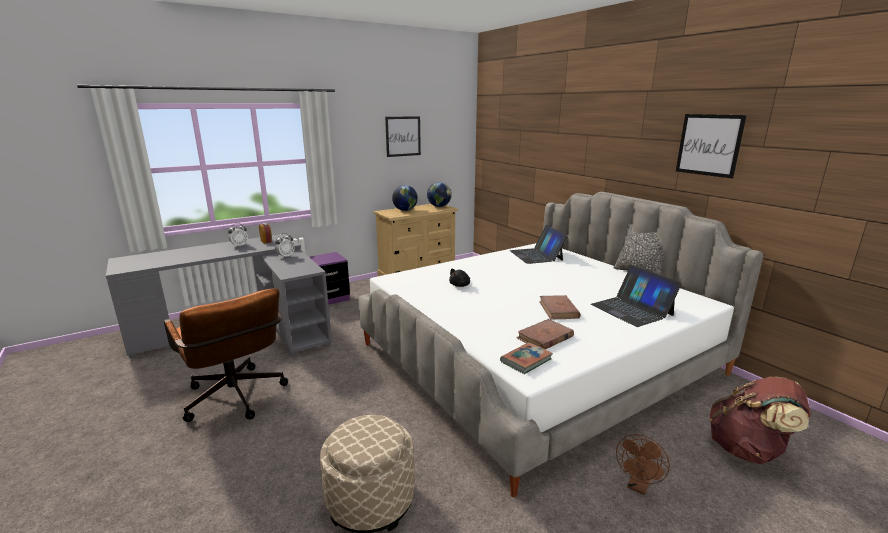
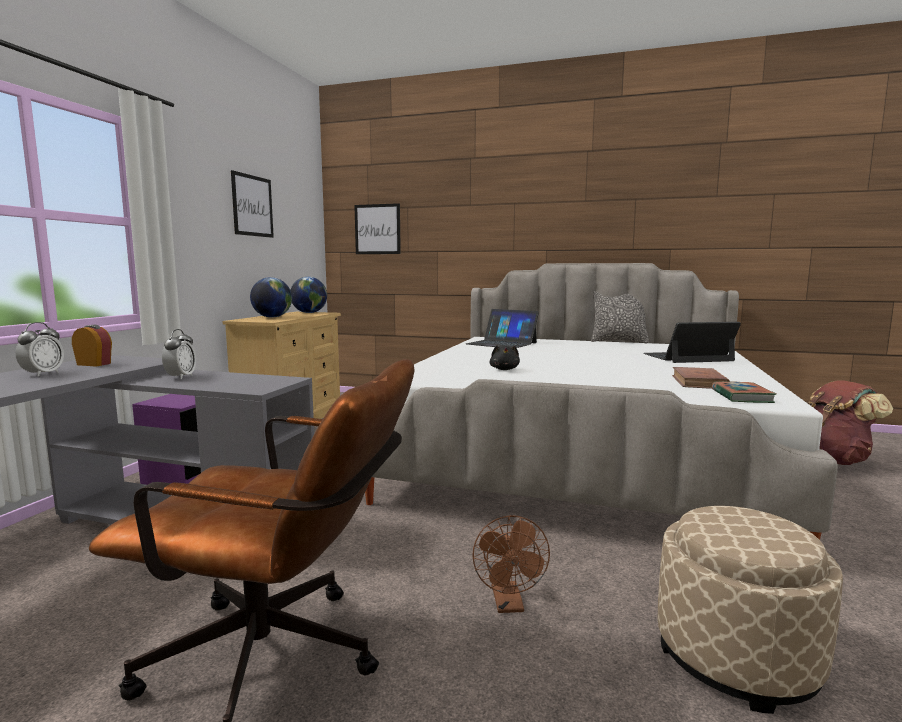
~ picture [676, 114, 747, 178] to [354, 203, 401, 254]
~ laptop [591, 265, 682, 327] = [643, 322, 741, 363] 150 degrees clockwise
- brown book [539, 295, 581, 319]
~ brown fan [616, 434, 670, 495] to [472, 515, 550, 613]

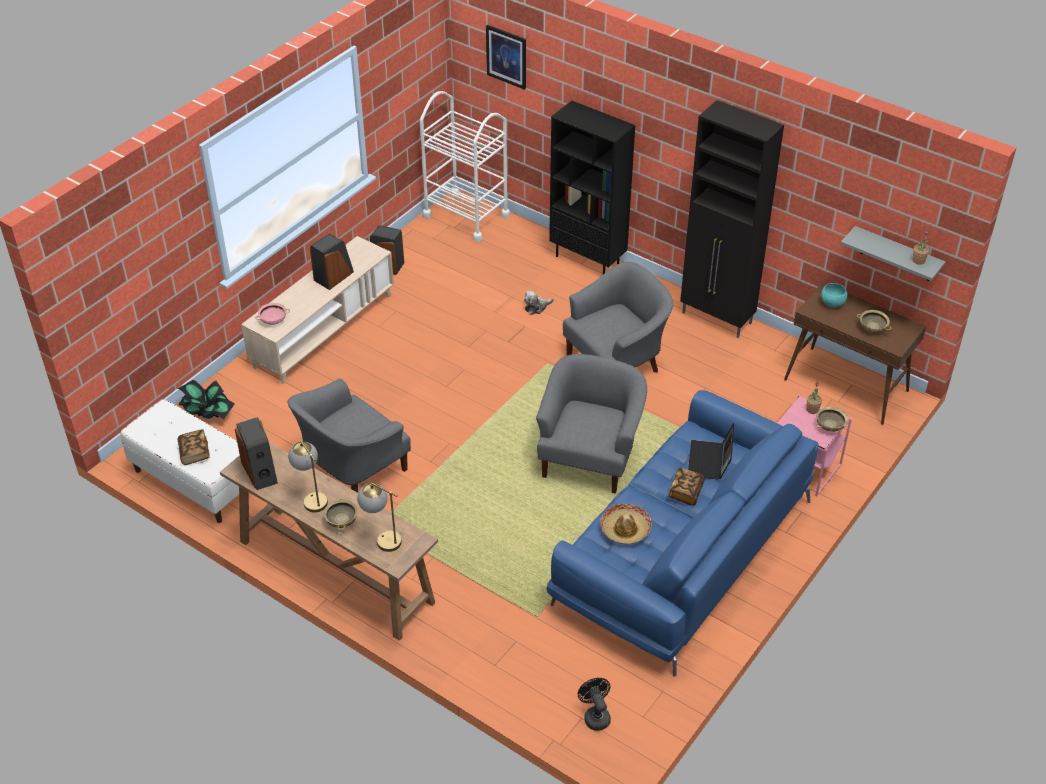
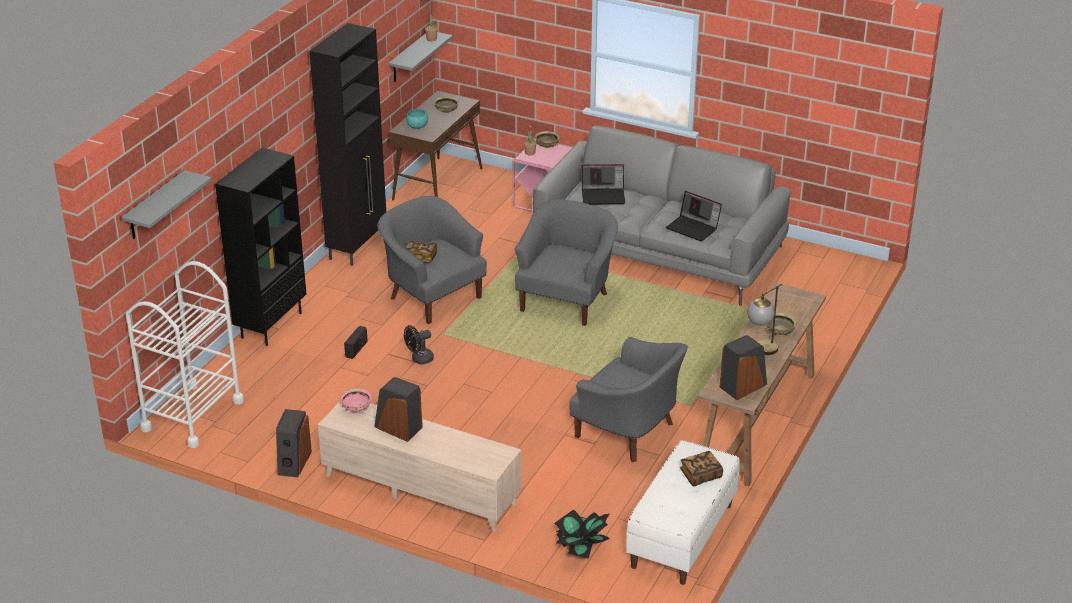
~ picture [486, 25, 526, 90] to grey shelf [121, 170, 212, 239]
~ plush toy [524, 291, 554, 315] to radio [344, 326, 368, 359]
~ pink bowl [255, 303, 290, 325] to [340, 388, 372, 412]
~ grey armchair [536, 354, 647, 494] = [515, 199, 618, 326] 105 degrees clockwise
~ blue sofa [547, 390, 818, 677] to grey sofa [533, 126, 791, 306]
~ book [668, 467, 705, 506] to [405, 241, 437, 262]
- table lamp [357, 482, 402, 552]
~ hat [600, 504, 652, 544] to laptop [666, 191, 722, 241]
~ black fan [578, 678, 611, 731] to [404, 325, 434, 364]

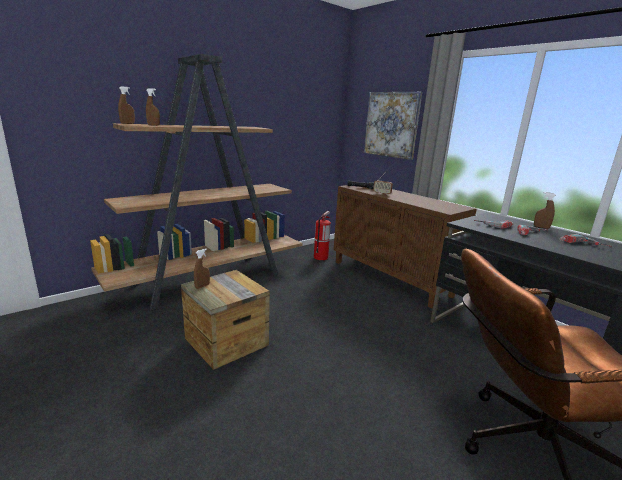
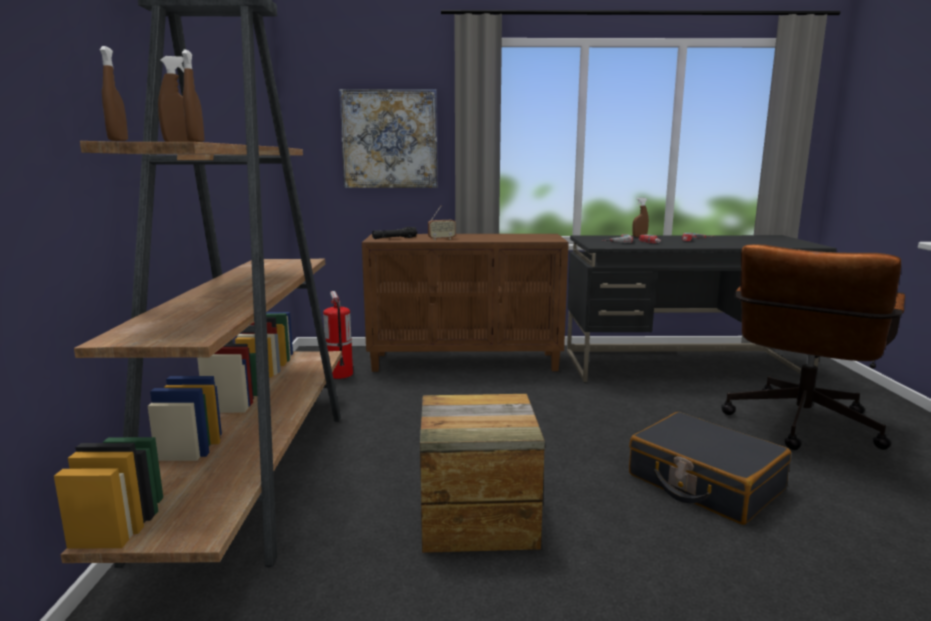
~ brown spray bottle [194, 249, 210, 289] to [182, 50, 204, 142]
+ black suitcase [629, 412, 791, 525]

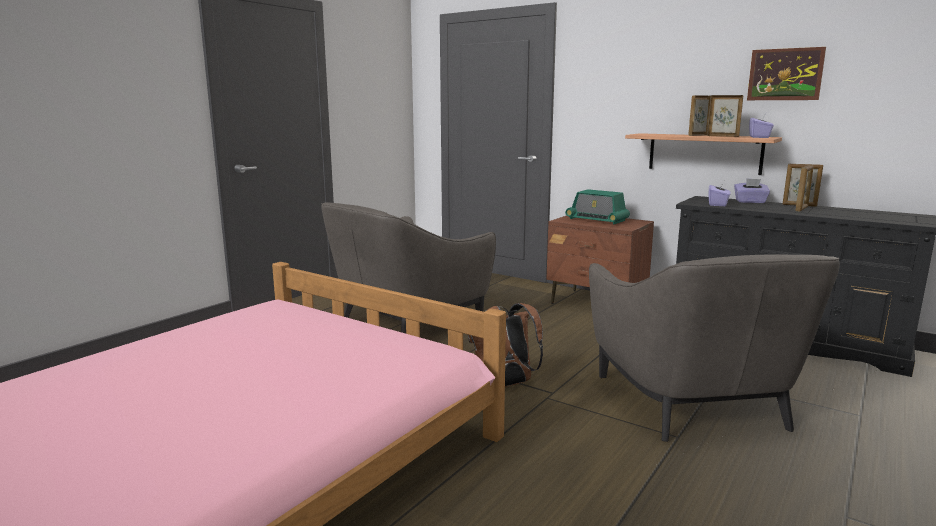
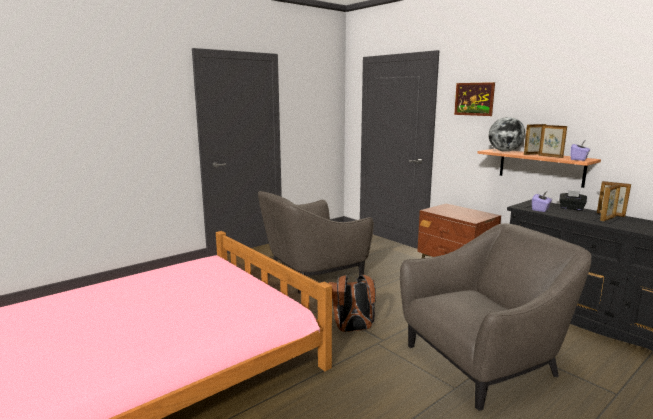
~ picture [747, 47, 826, 100] to [454, 82, 495, 116]
~ purple tissue box [734, 179, 770, 203] to black tissue box [559, 190, 587, 210]
- radio [565, 189, 630, 225]
~ grey armchair [589, 255, 840, 442] = [400, 223, 592, 411] 120 degrees counterclockwise
+ globe [489, 117, 525, 152]

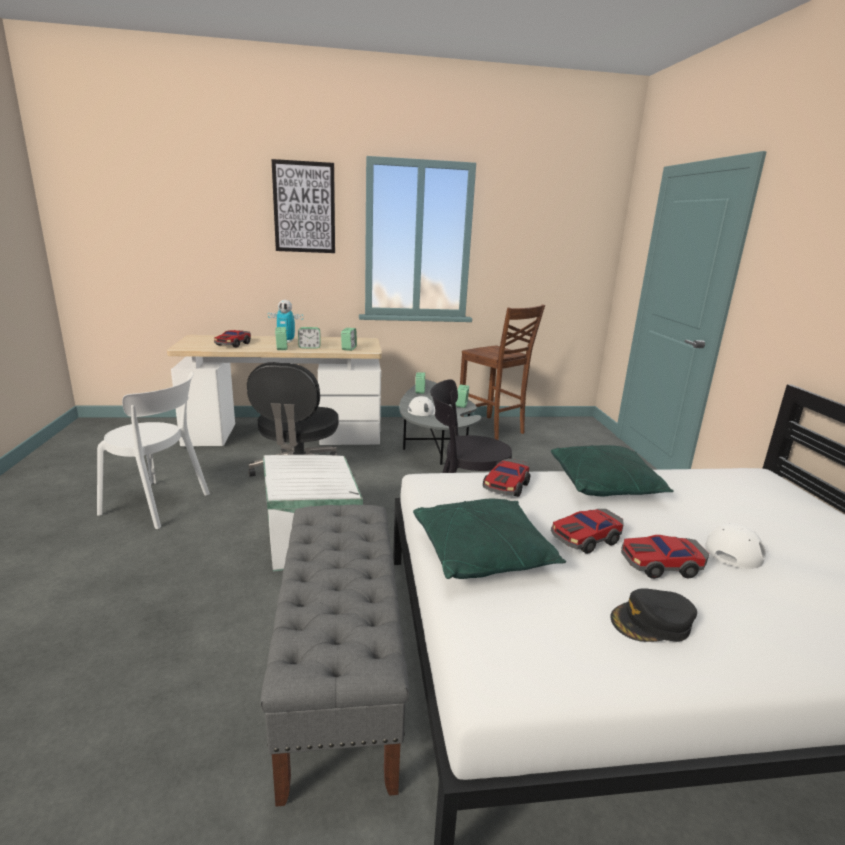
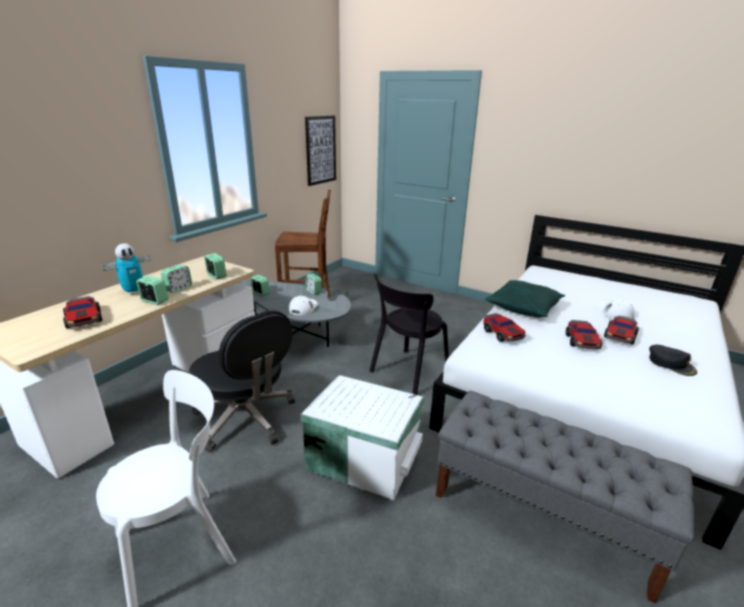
~ picture [271, 159, 335, 253] to [305, 116, 336, 186]
- green pillow [413, 499, 566, 579]
~ black cap [611, 588, 697, 642] = [649, 345, 697, 376] 60 degrees counterclockwise

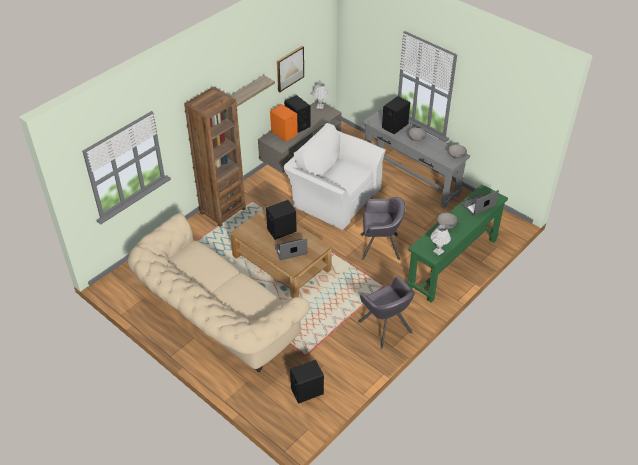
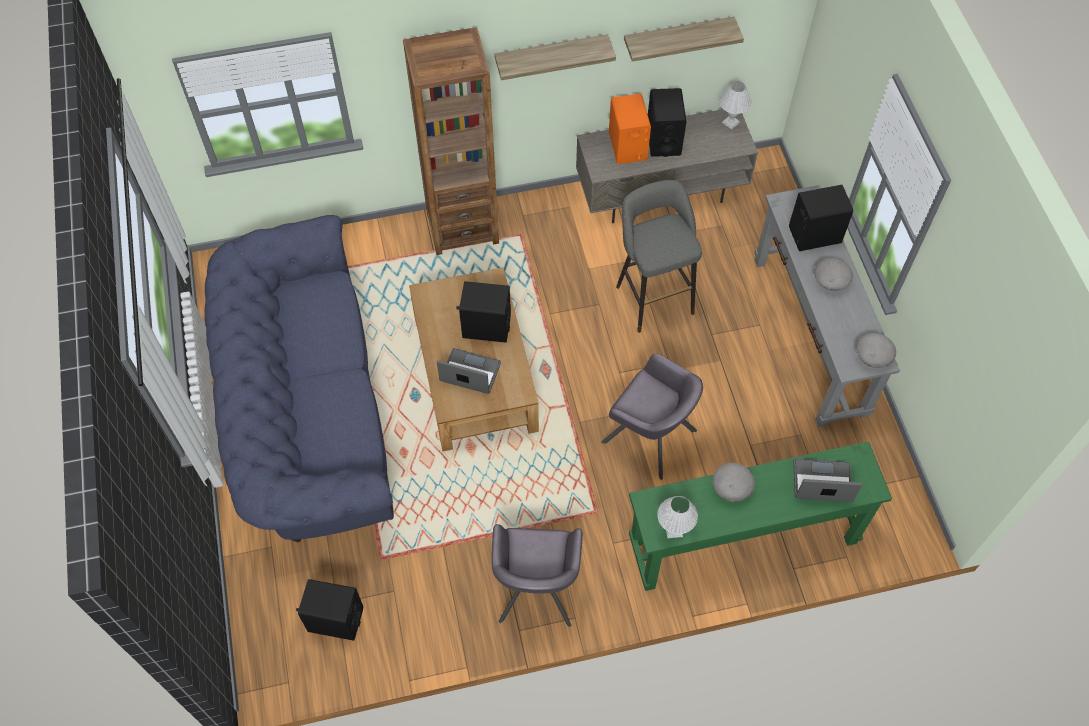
~ picture [277, 46, 304, 92] to shelf [624, 17, 744, 62]
~ white armchair [284, 123, 386, 230] to grey stool [616, 180, 702, 333]
~ beige sofa [127, 213, 310, 372] to blue sofa [205, 215, 394, 542]

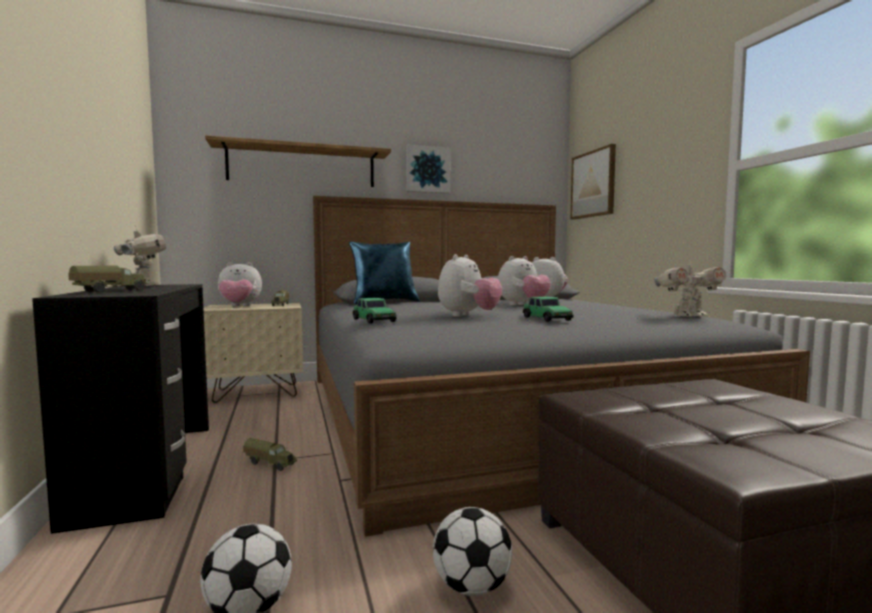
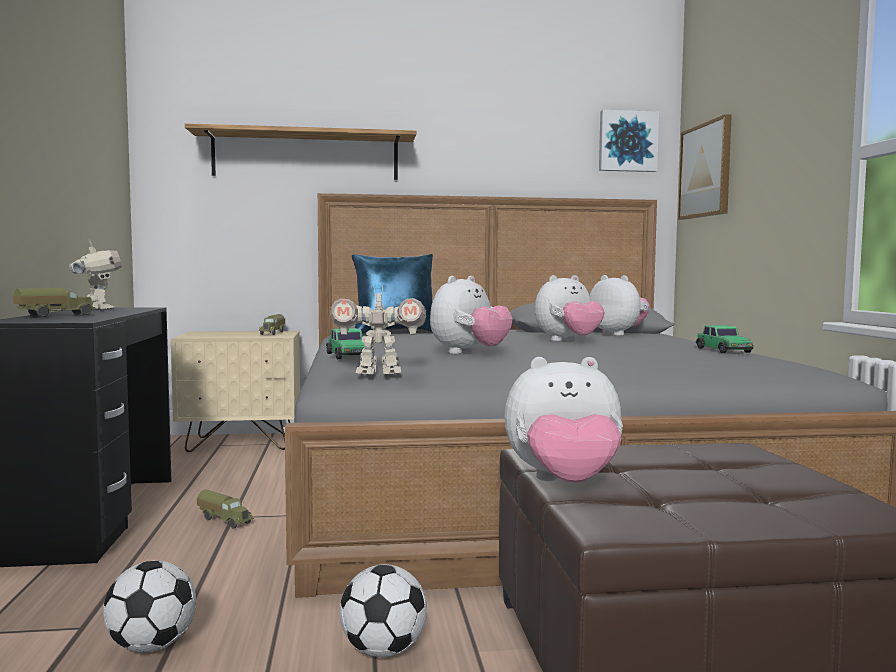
~ picture [406, 145, 450, 193] to [599, 110, 659, 172]
~ toy robot [654, 260, 727, 317] to [330, 284, 426, 374]
~ plush toy [218, 262, 262, 306] to [504, 357, 623, 483]
~ toy car [523, 296, 574, 322] to [696, 325, 753, 353]

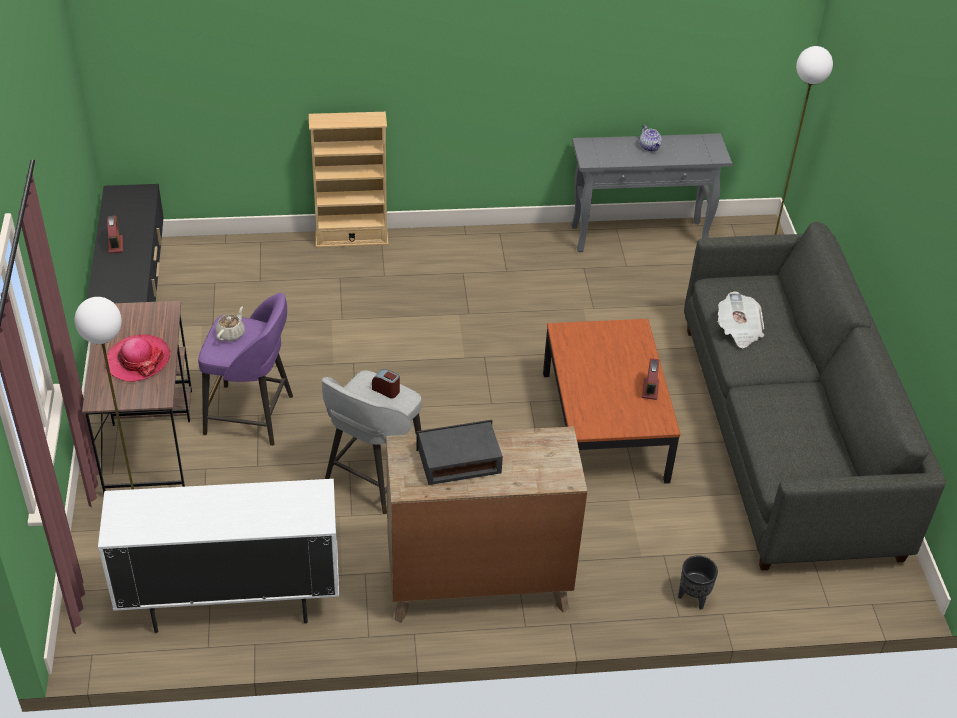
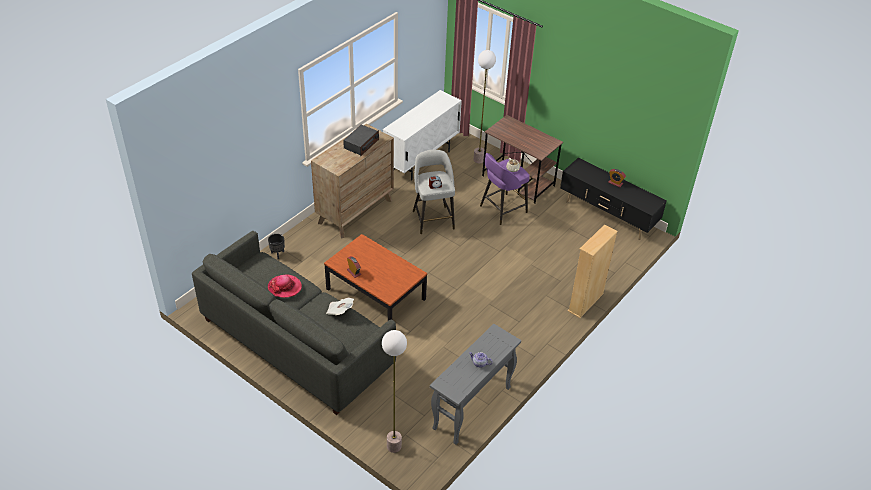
~ hat [105, 334, 171, 382] to [268, 275, 302, 298]

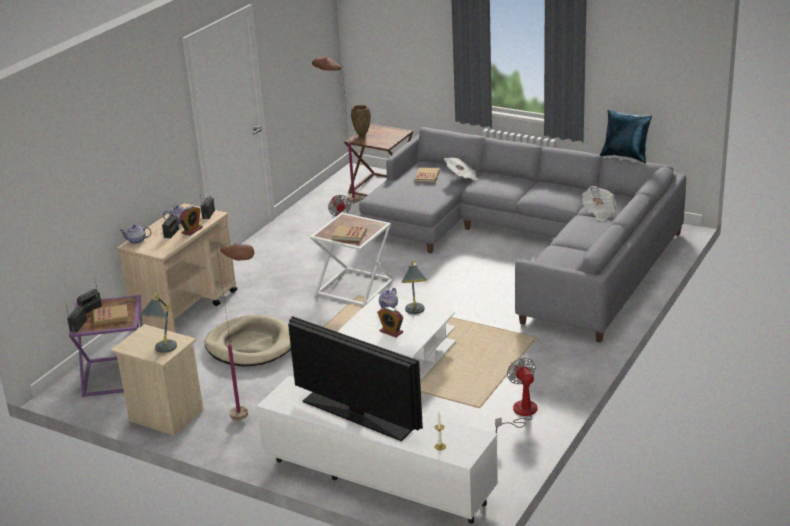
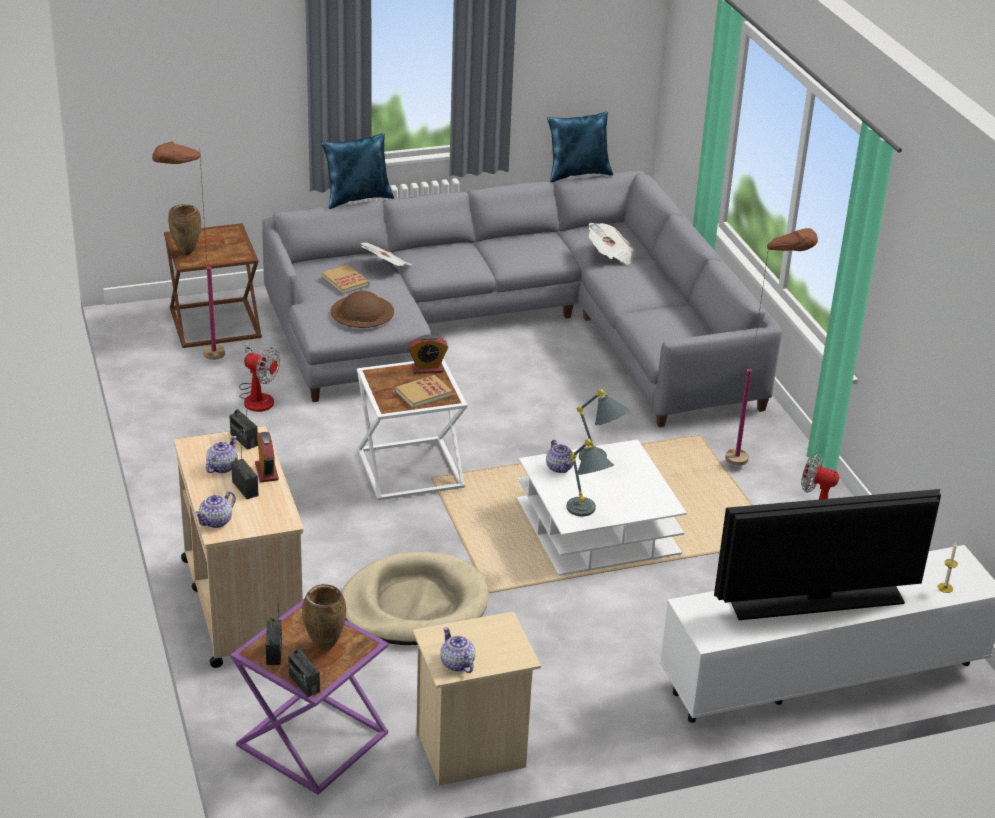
~ brown floor lamp [217, 244, 254, 420] to [725, 228, 818, 466]
~ grey table lamp [139, 294, 177, 353] to [566, 439, 614, 516]
~ book [93, 304, 128, 325] to brown vase [302, 584, 346, 650]
~ alarm clock [377, 307, 403, 337] to [408, 335, 448, 374]
+ blue pillow [322, 133, 394, 209]
+ brown hat [331, 291, 394, 328]
+ teapot [440, 627, 475, 673]

